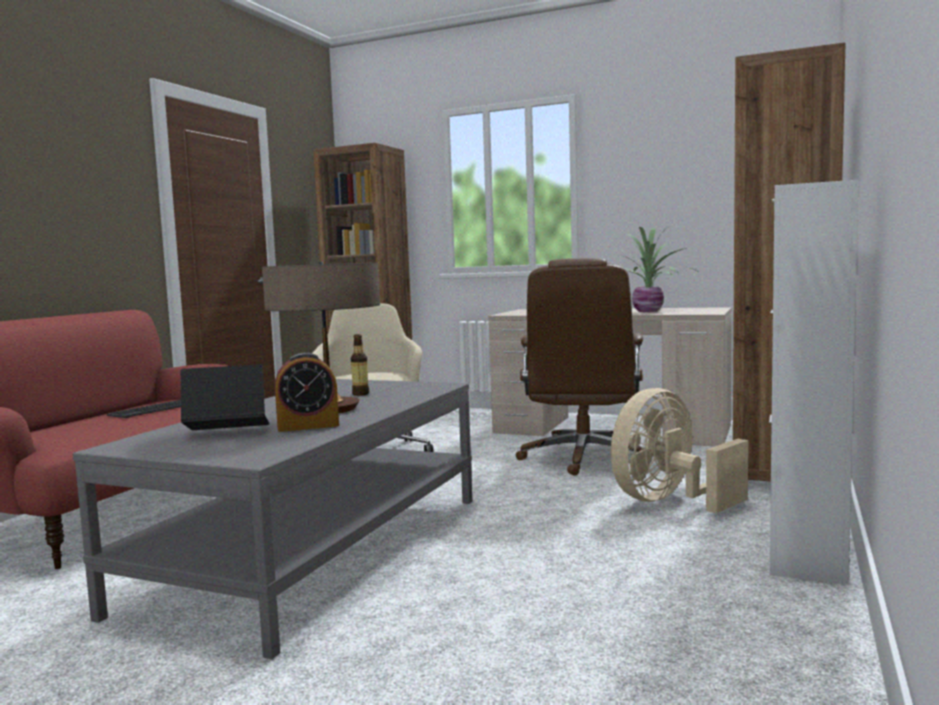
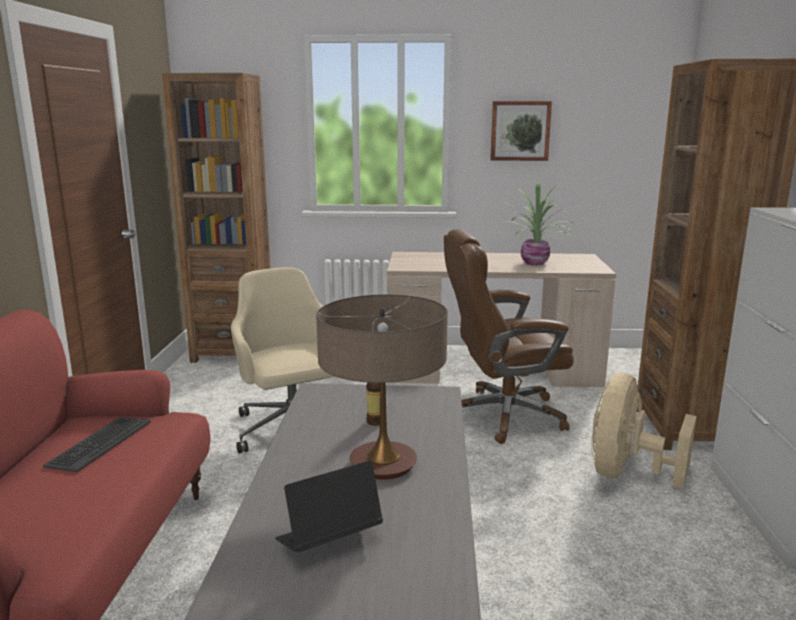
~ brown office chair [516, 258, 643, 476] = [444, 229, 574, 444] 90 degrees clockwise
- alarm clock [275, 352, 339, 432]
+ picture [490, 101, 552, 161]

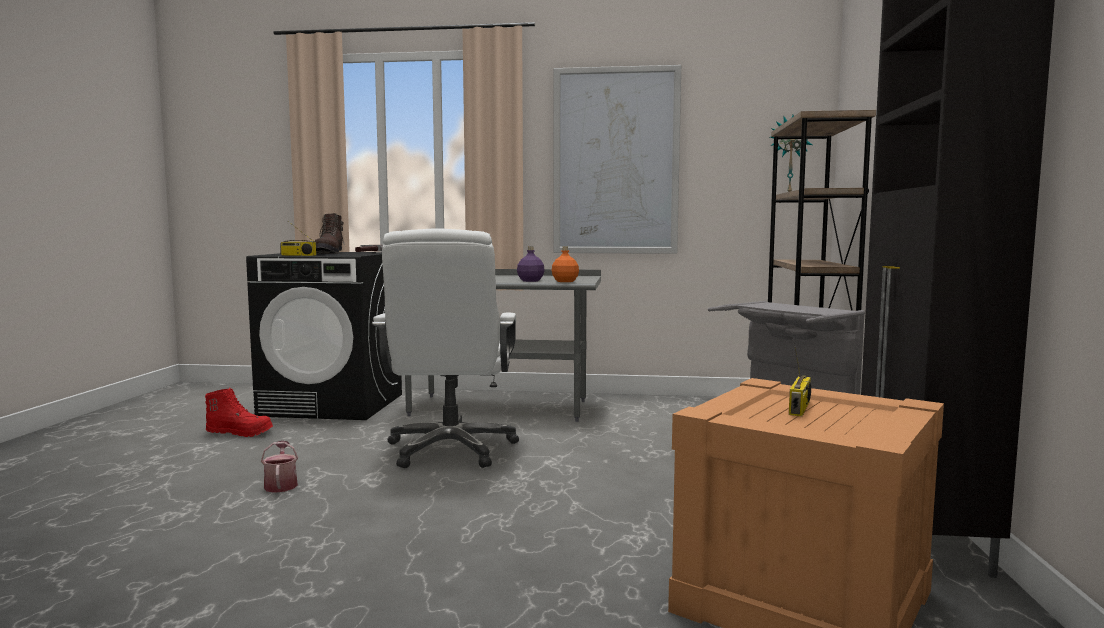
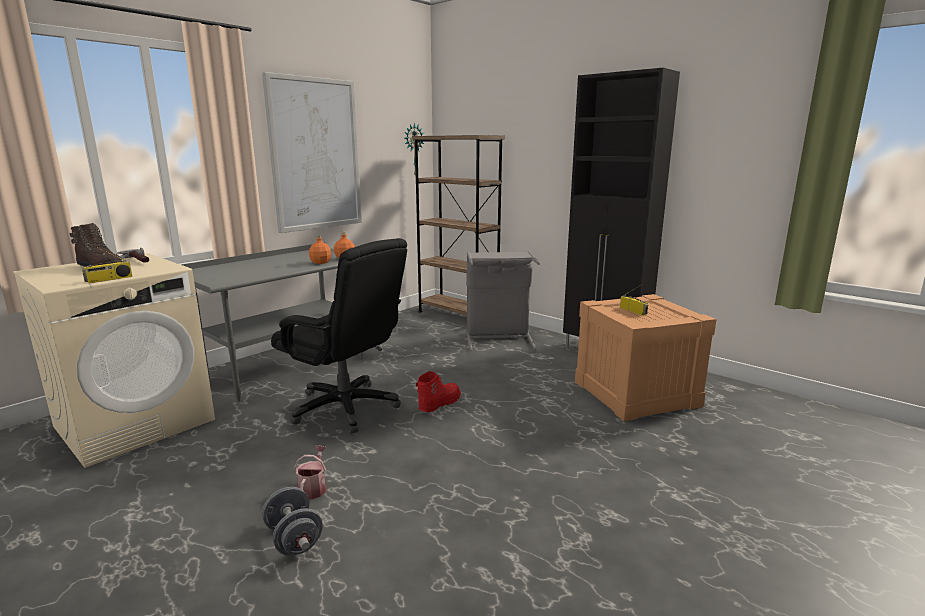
~ white office chair [372, 228, 519, 468] to black office chair [271, 238, 407, 434]
~ purple bottle [517, 246, 545, 282] to orange bottle [309, 235, 331, 264]
~ black washing machine [246, 252, 402, 420] to beige washing machine [13, 253, 215, 468]
~ red boot [205, 388, 273, 437] to [416, 371, 461, 412]
~ watering can [261, 441, 298, 493] = [295, 446, 327, 500] 75 degrees clockwise
+ grey dumbbell [262, 487, 323, 556]

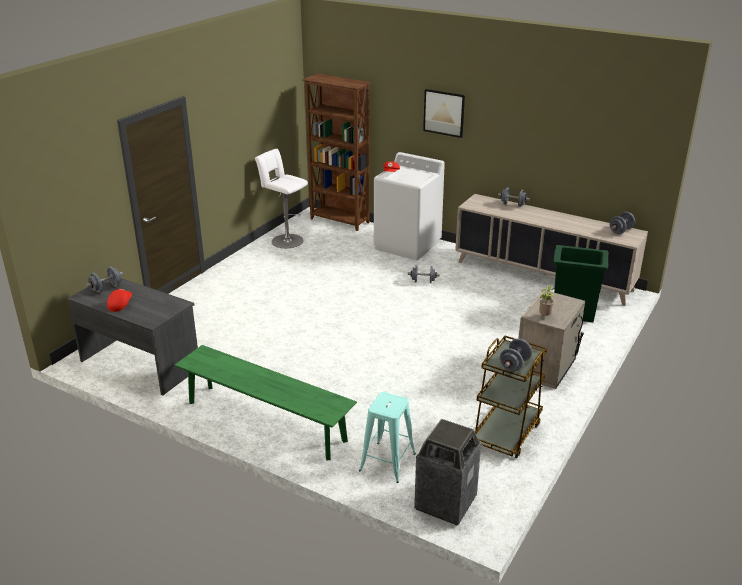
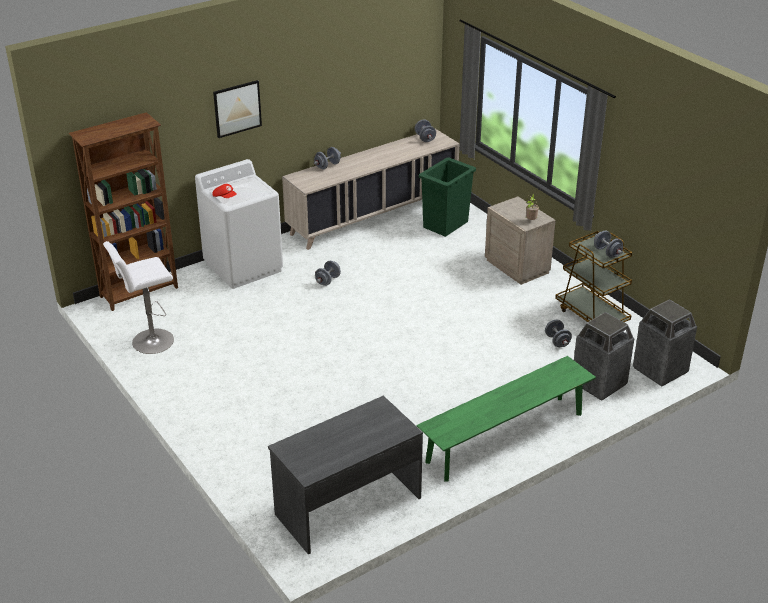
~ grey dumbbell [86, 267, 123, 293] to [545, 320, 572, 347]
- red cap [107, 289, 132, 312]
~ turquoise stool [359, 392, 416, 483] to trash can [574, 312, 634, 401]

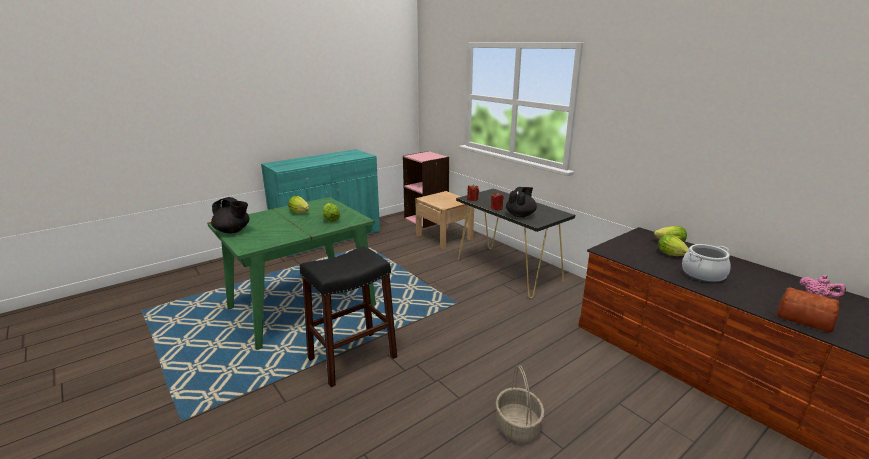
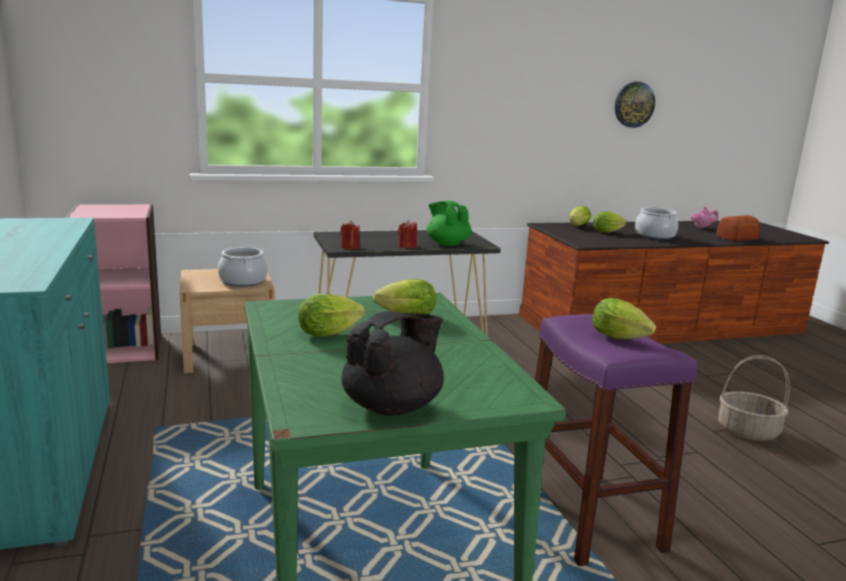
~ black teapot [506, 187, 537, 217] to green teapot [426, 201, 472, 246]
~ black stool [300, 246, 397, 387] to purple stool [535, 314, 697, 566]
+ wall clock [615, 82, 655, 128]
+ cooking pot [218, 245, 268, 287]
+ lettuce [592, 298, 656, 339]

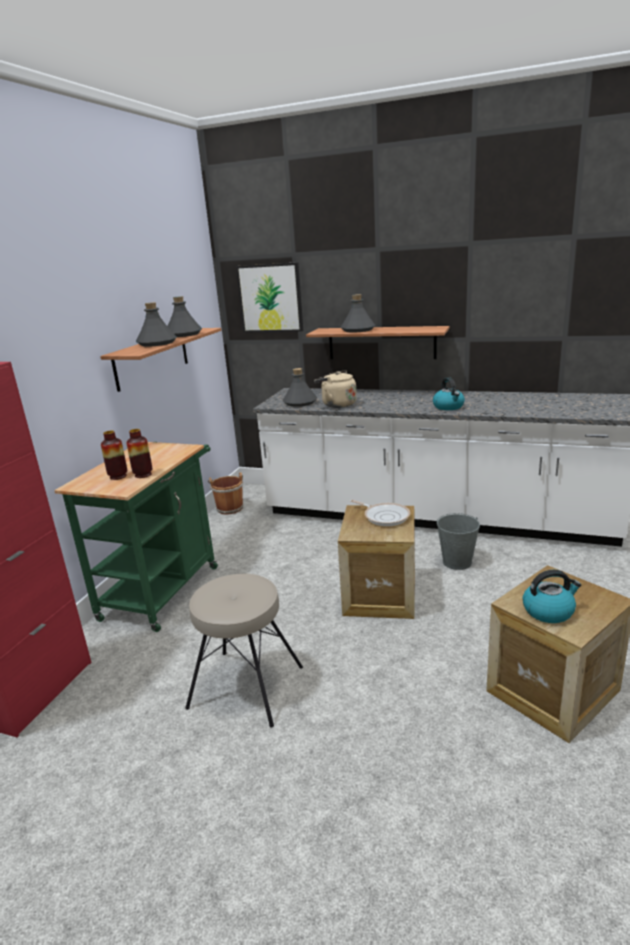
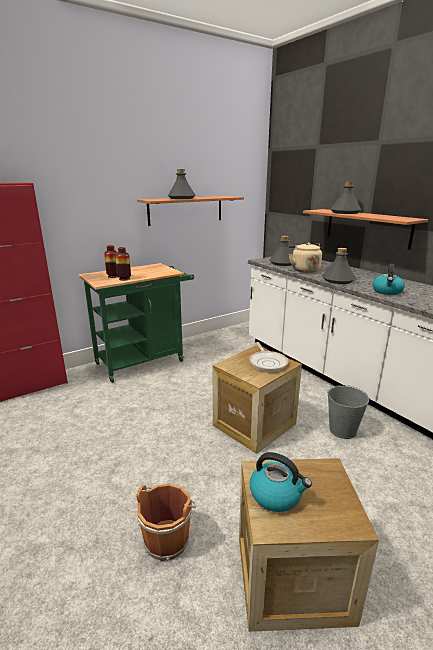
- picture [236, 262, 303, 333]
~ grey bottle [168, 296, 202, 337] to [322, 248, 356, 284]
~ brown bucket [208, 473, 244, 515] to [136, 484, 196, 561]
- beige stool [185, 574, 303, 728]

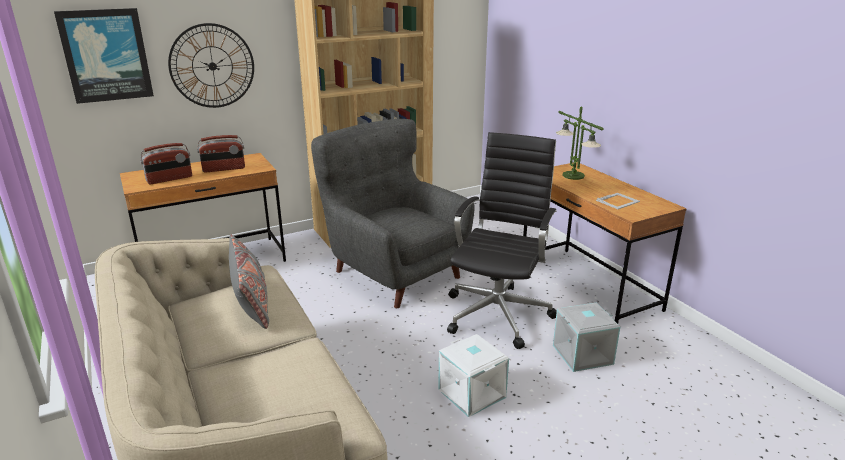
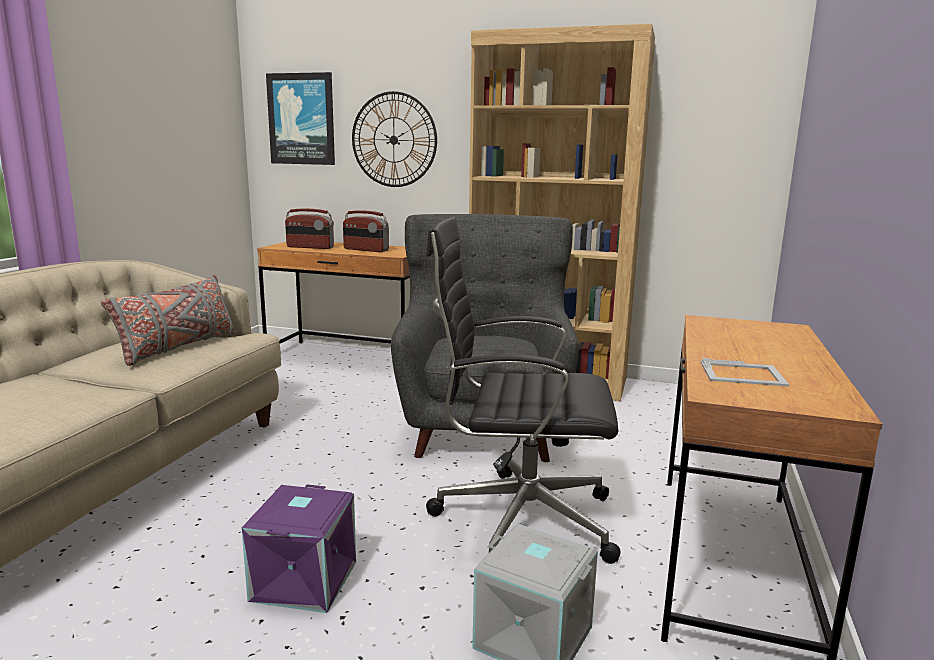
- table lamp [556, 106, 604, 180]
~ black office chair [447, 132, 557, 349] = [426, 216, 621, 564] 150 degrees counterclockwise
~ white storage box [438, 334, 509, 417] to purple storage box [242, 484, 356, 613]

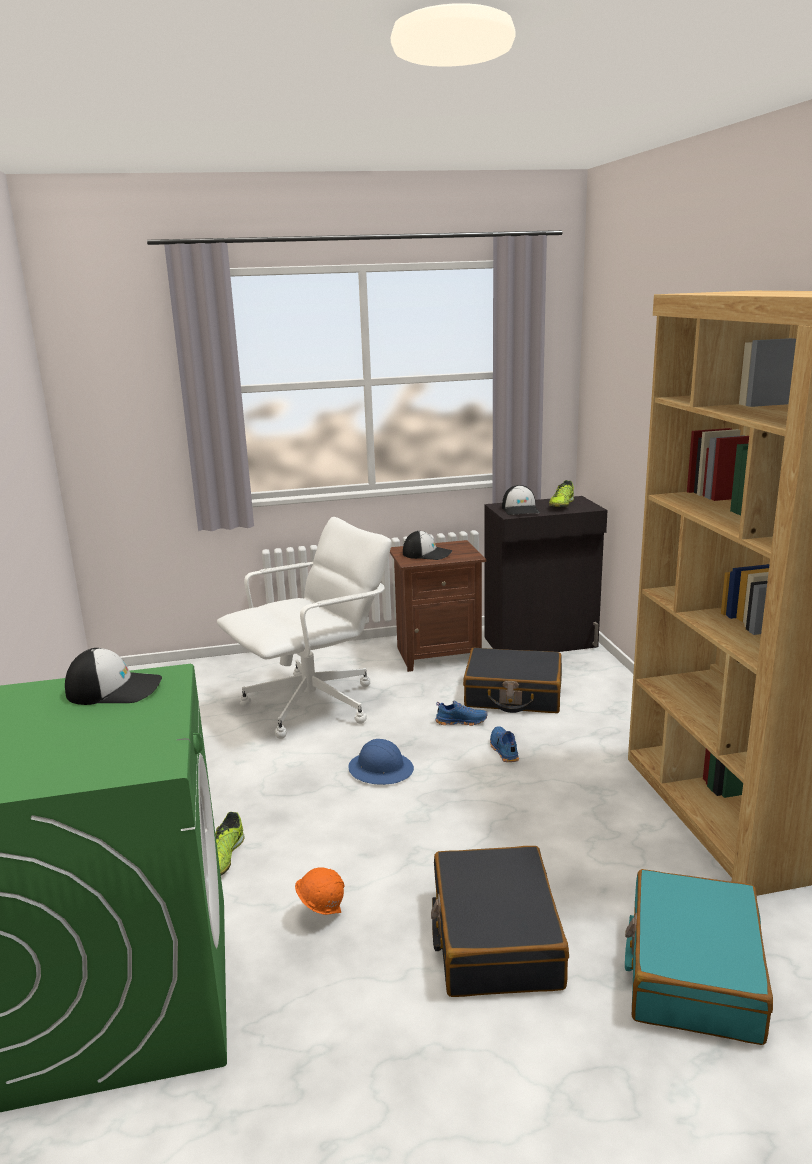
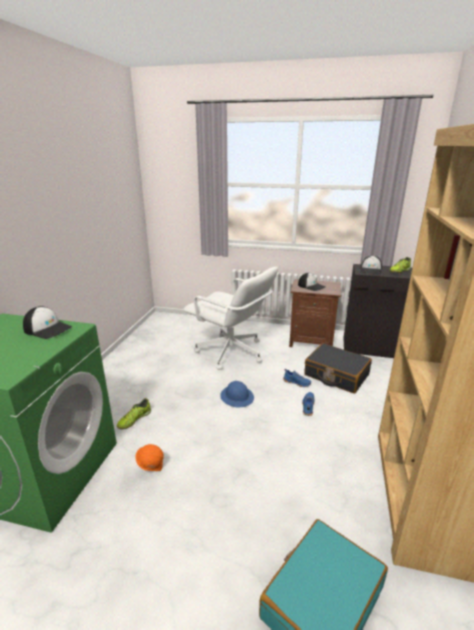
~ white office chair [217, 517, 392, 739] = [183, 267, 278, 370] 45 degrees clockwise
- black suitcase [431, 846, 569, 997]

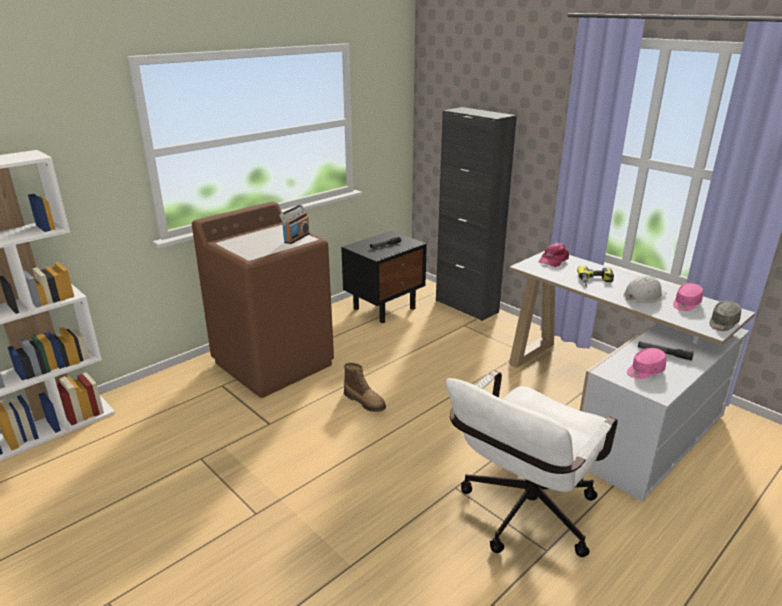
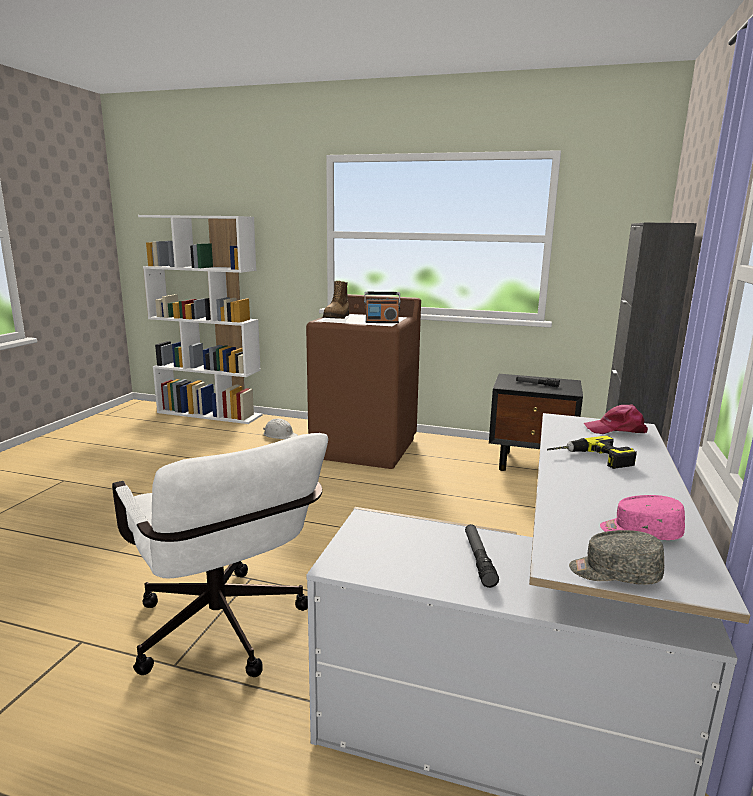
~ white hard hat [623, 276, 667, 303] to [263, 419, 298, 439]
- pink cap [627, 348, 666, 379]
~ boot [344, 363, 386, 412] to [323, 281, 349, 319]
~ white office chair [446, 370, 618, 557] = [112, 433, 328, 677] 135 degrees counterclockwise

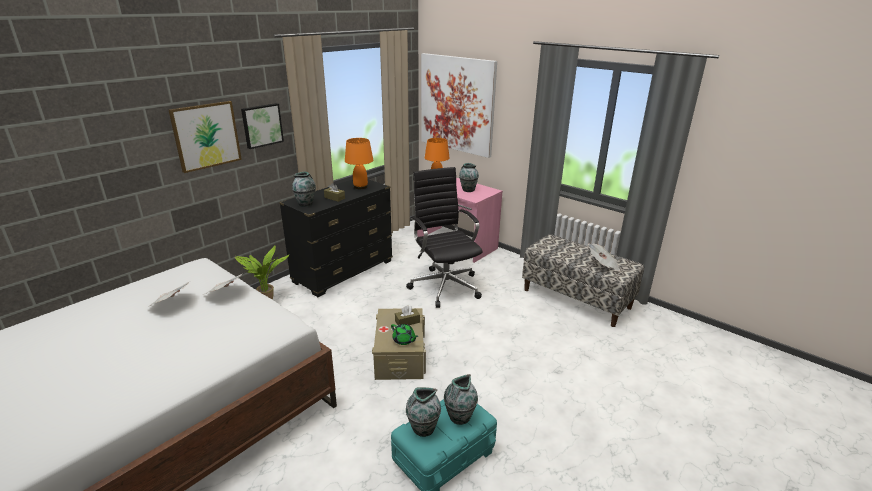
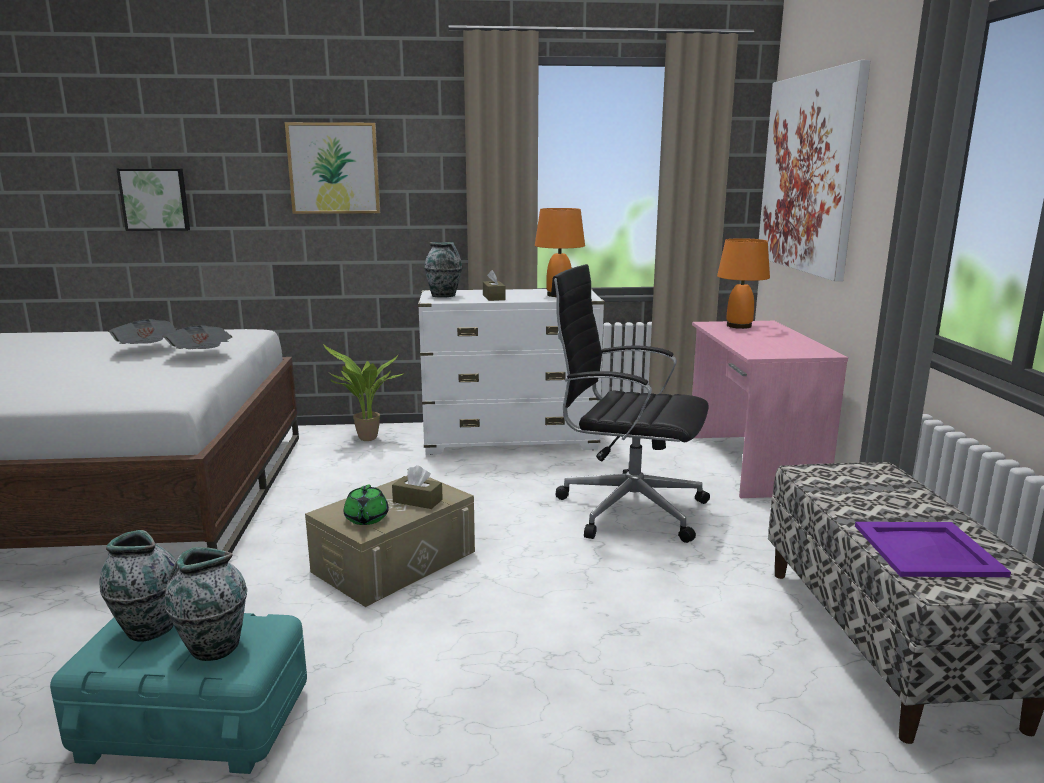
~ picture [241, 103, 284, 149] to [116, 168, 190, 231]
- vase [459, 163, 479, 192]
~ black office chair [406, 167, 482, 308] = [551, 264, 710, 543] 90 degrees counterclockwise
~ black dresser [279, 179, 393, 297] to white dresser [418, 289, 605, 455]
~ newspaper [588, 243, 620, 271] to purple tray [855, 522, 1011, 577]

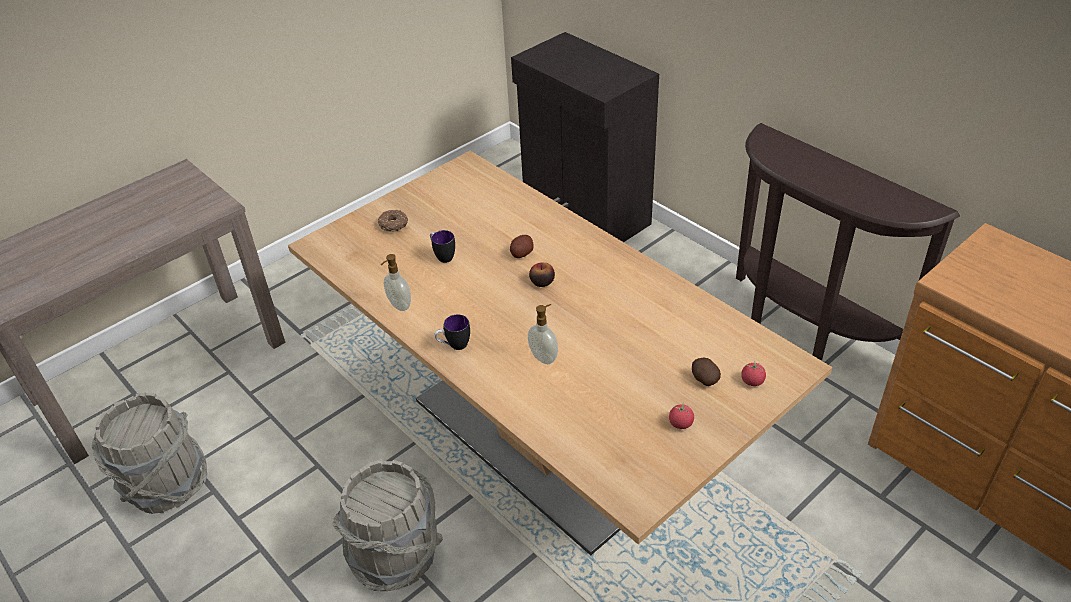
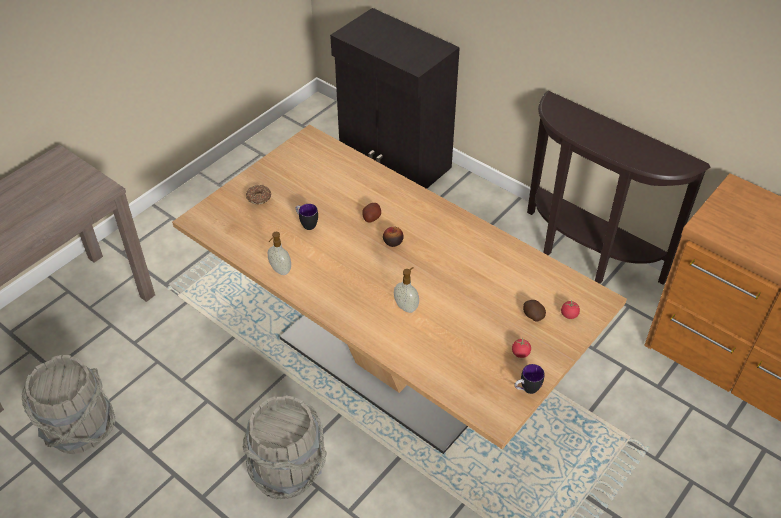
~ mug [434, 314, 470, 350] to [514, 364, 545, 394]

